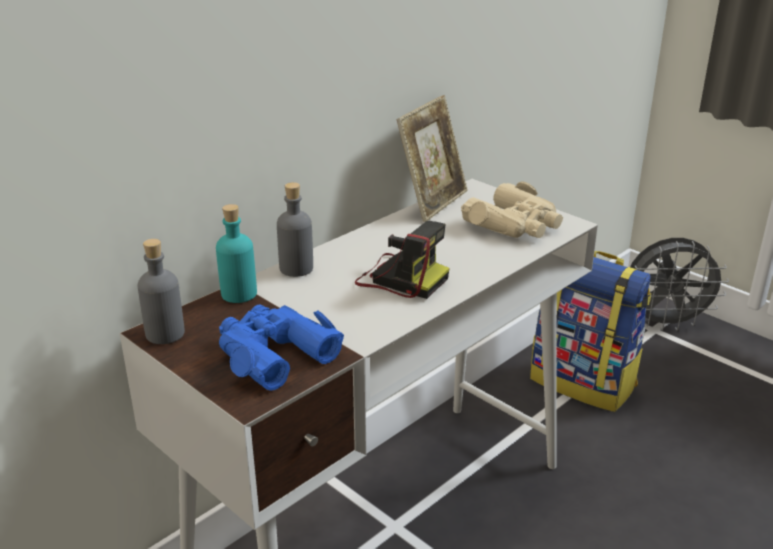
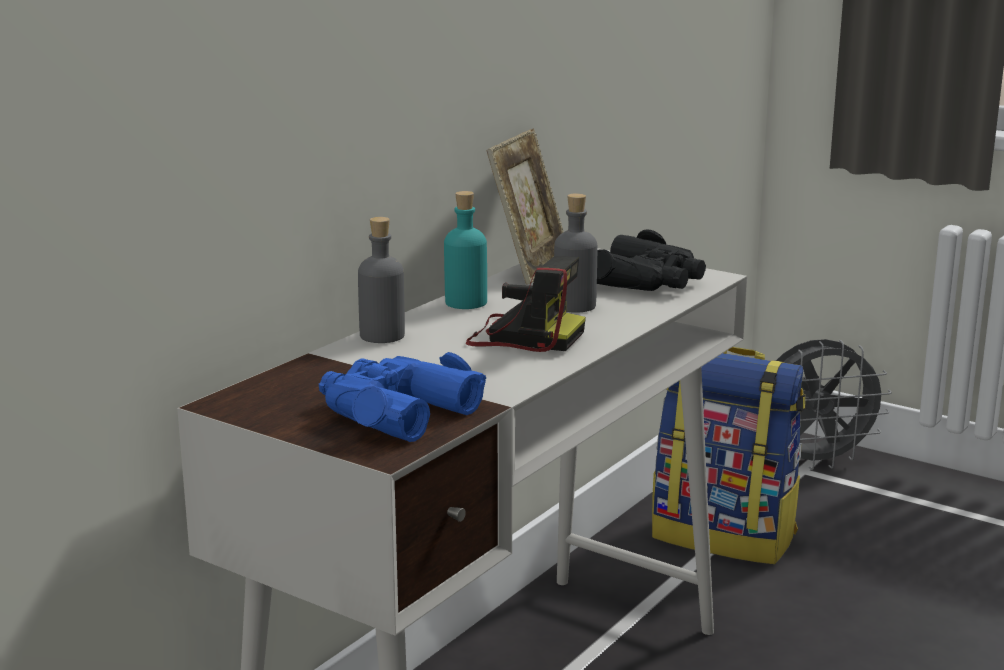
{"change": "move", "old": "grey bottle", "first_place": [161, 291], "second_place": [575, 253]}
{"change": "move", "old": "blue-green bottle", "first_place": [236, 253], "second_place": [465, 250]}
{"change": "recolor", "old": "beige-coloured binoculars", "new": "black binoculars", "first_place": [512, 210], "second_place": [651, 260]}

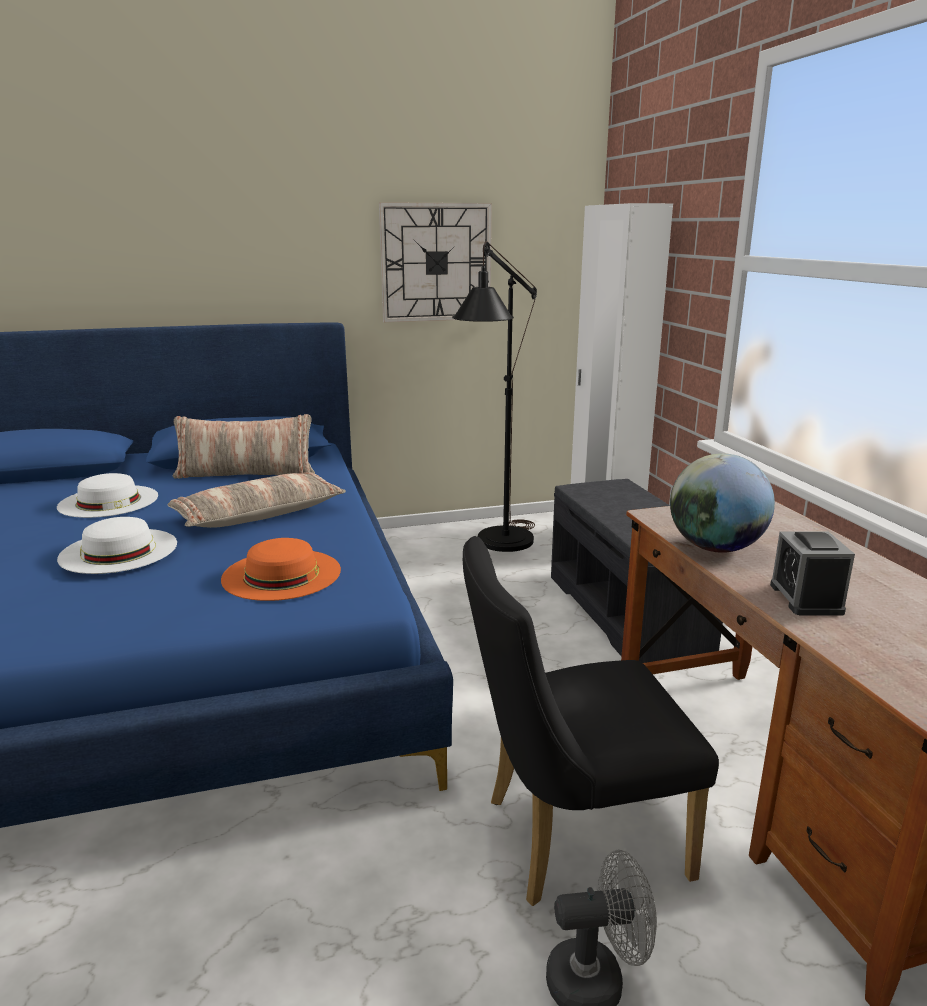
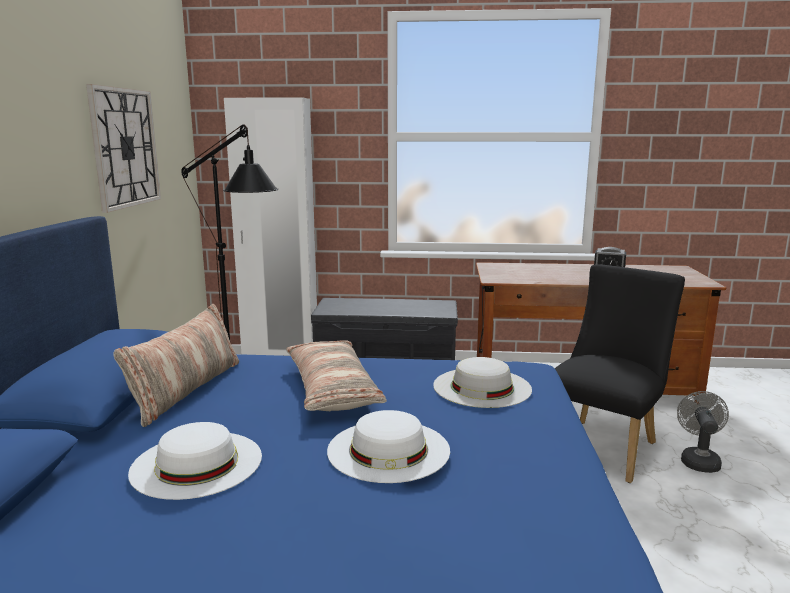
{"change": "recolor", "old": "orange wearable hat", "new": "white wearable hat", "first_place": [281, 569], "second_place": [482, 382]}
{"change": "rotate", "old": "black plain chair", "first_place": [591, 721], "second_place": [620, 374], "degrees": -150}
{"change": "delete", "old": "globe", "first_place": [722, 503]}

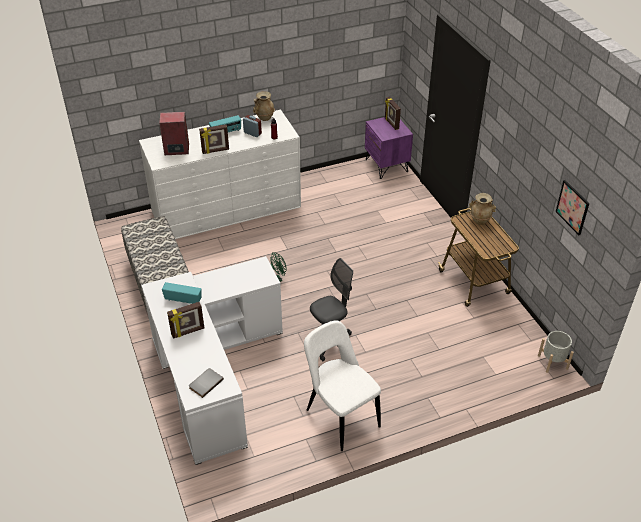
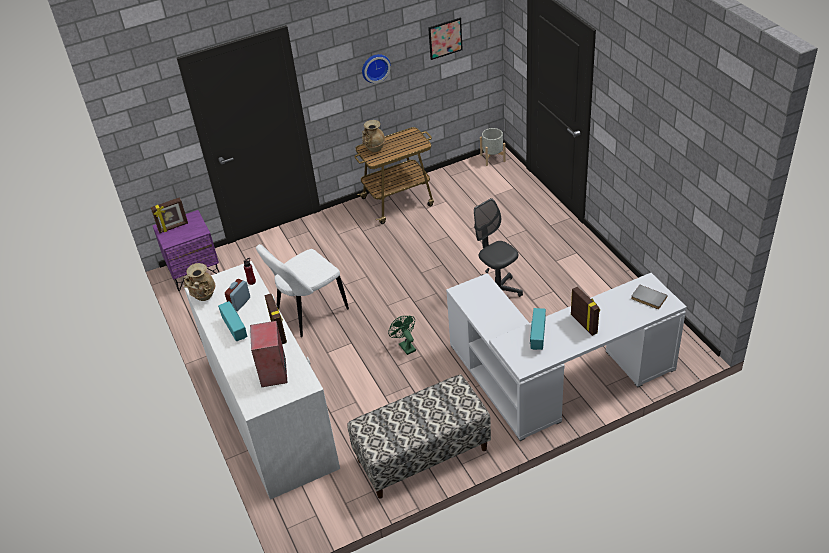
{"change": "move", "old": "white plain chair", "first_place": [342, 385], "second_place": [302, 290]}
{"change": "insert", "new": "wall clock", "second_place": [376, 68]}

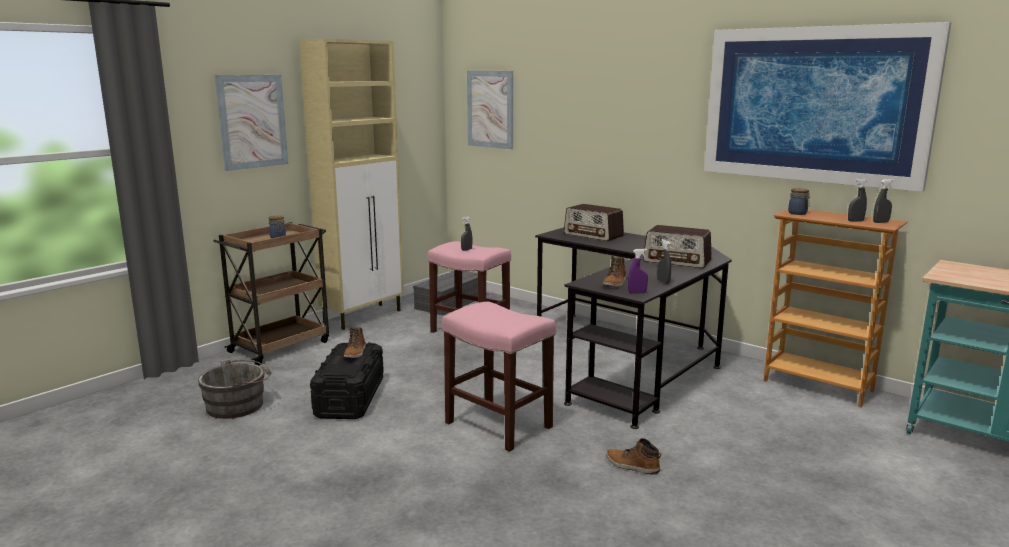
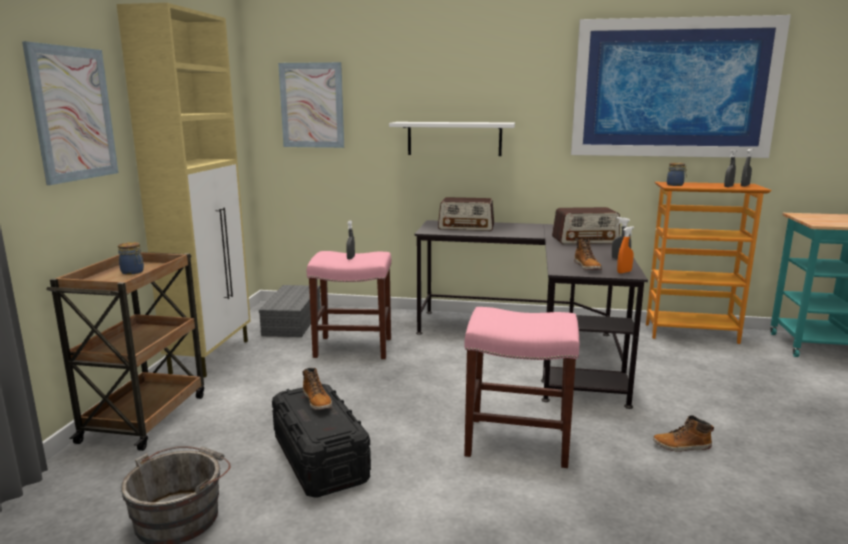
{"change": "recolor", "old": "purplish spray bottle", "new": "orange spray bottle", "first_place": [638, 271], "second_place": [625, 250]}
{"change": "insert", "new": "white wall shelf", "second_place": [452, 139]}

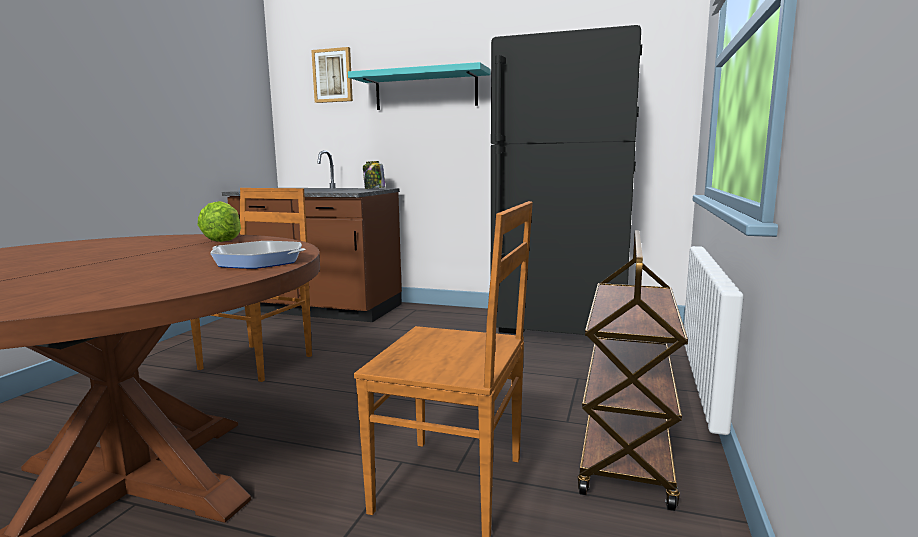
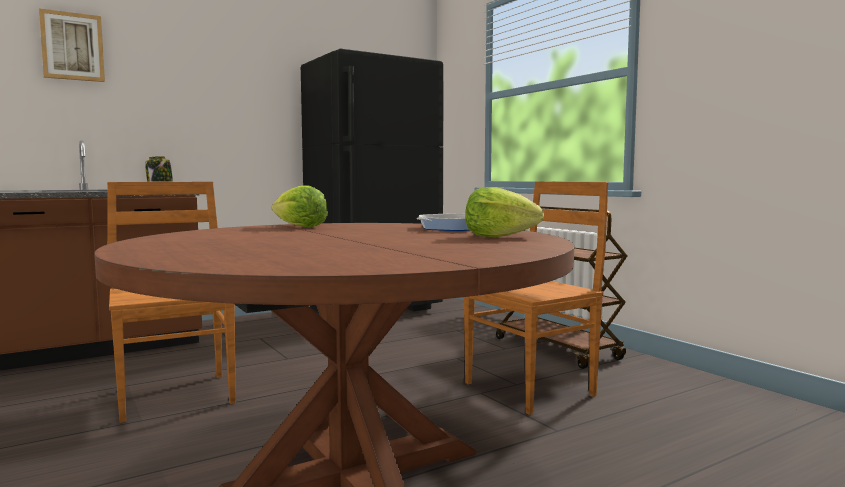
{"change": "delete", "old": "blue-green wall shelf", "first_place": [419, 86]}
{"change": "insert", "new": "lettuce head", "second_place": [504, 212]}

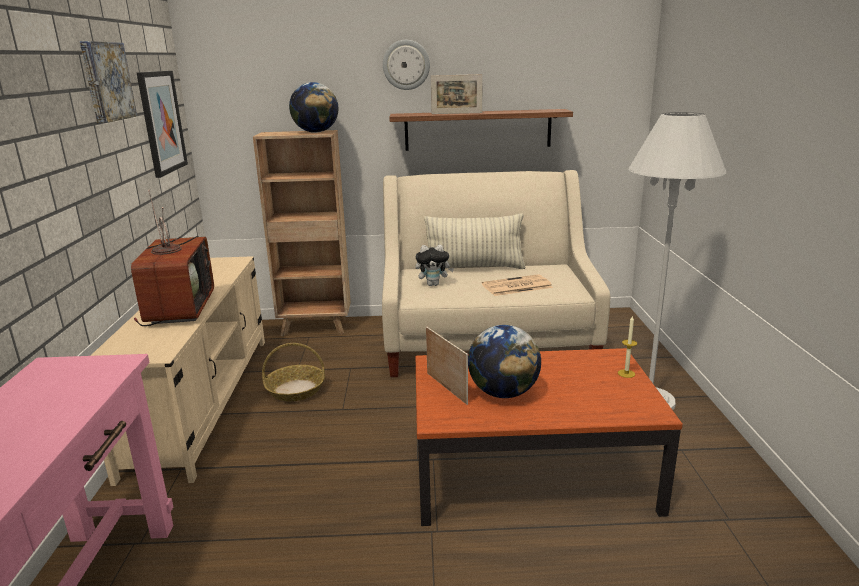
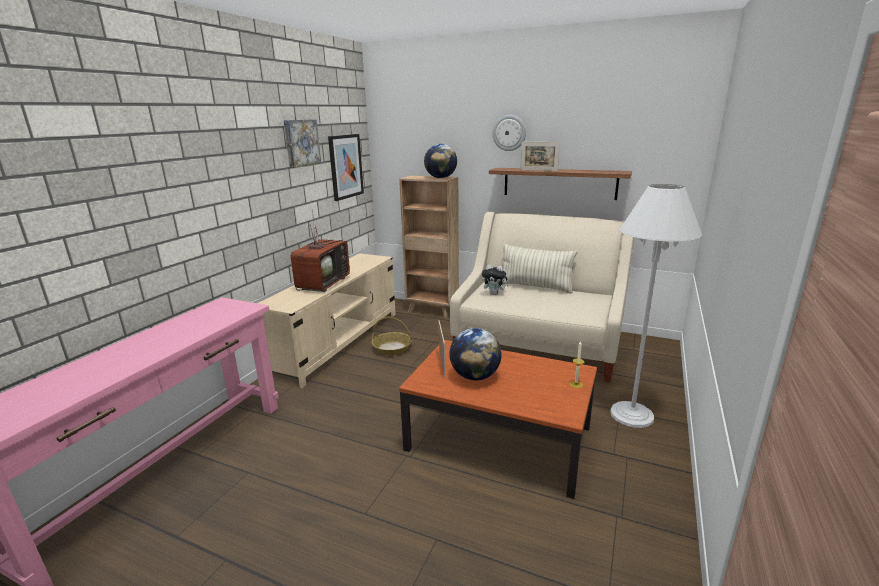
{"change": "delete", "old": "daily paper", "first_place": [517, 285]}

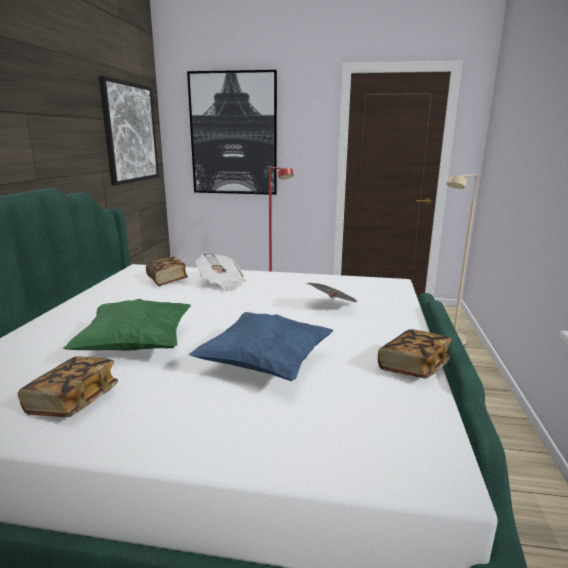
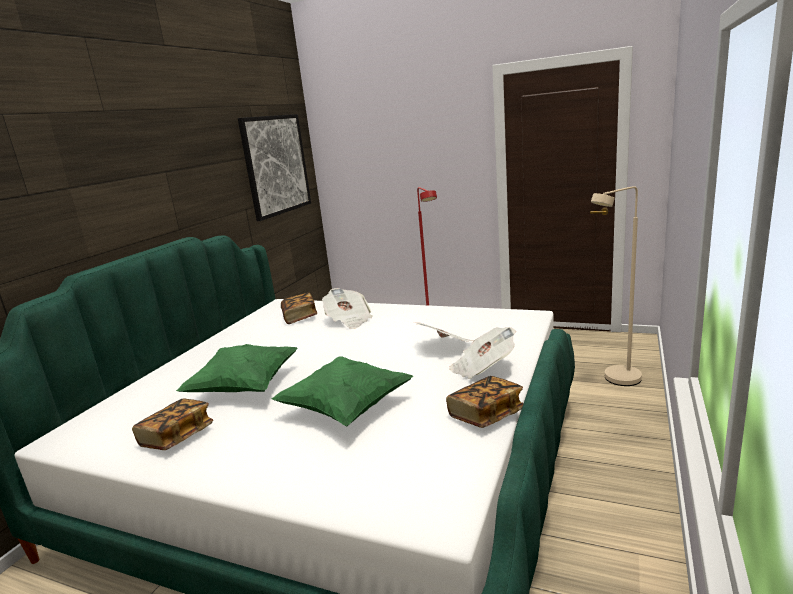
{"change": "delete", "old": "wall art", "first_place": [232, 132]}
{"change": "recolor", "old": "blue pillow", "new": "green-coloured pillow", "first_place": [261, 346], "second_place": [342, 391]}
{"change": "insert", "new": "daily paper", "second_place": [482, 353]}

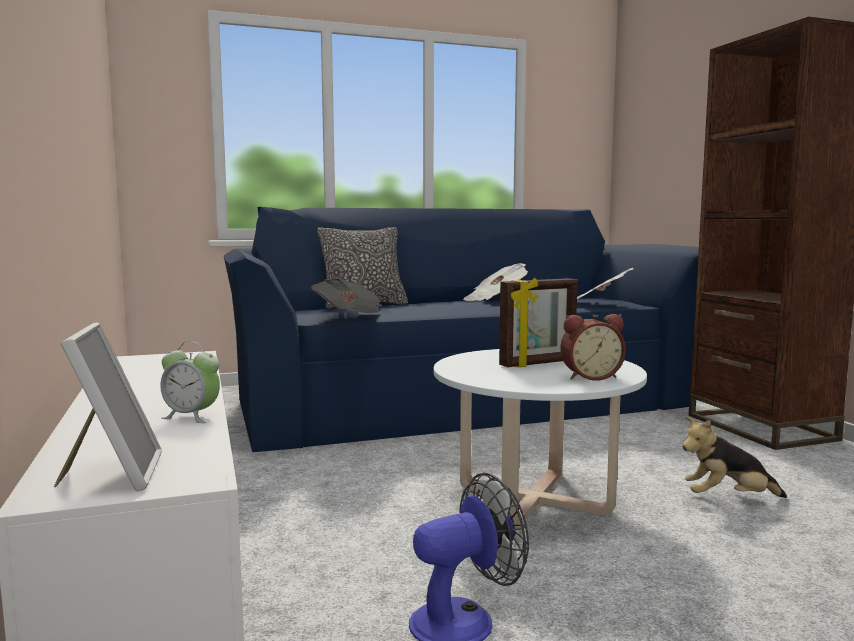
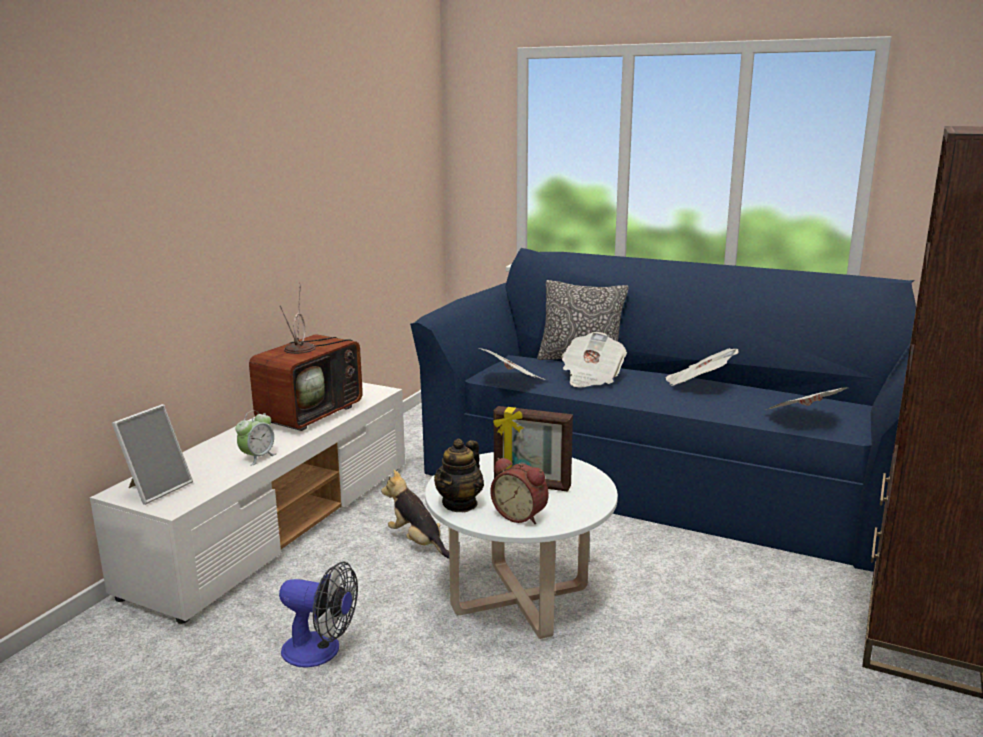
{"change": "rotate", "old": "alarm clock", "first_place": [190, 382], "second_place": [256, 438], "degrees": -120}
{"change": "move", "old": "plush toy", "first_place": [734, 457], "second_place": [415, 514]}
{"change": "insert", "new": "TV", "second_place": [306, 356]}
{"change": "insert", "new": "tea pot", "second_place": [459, 475]}
{"change": "insert", "new": "daily paper", "second_place": [594, 359]}

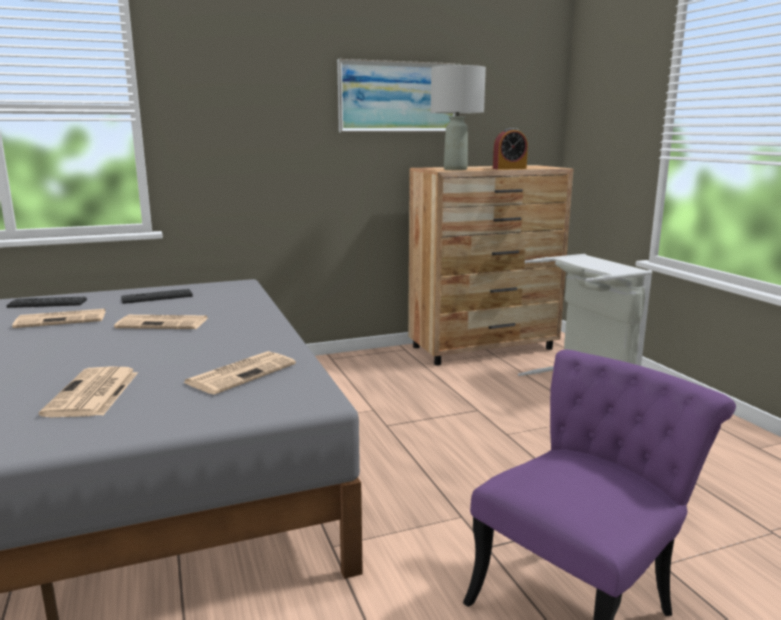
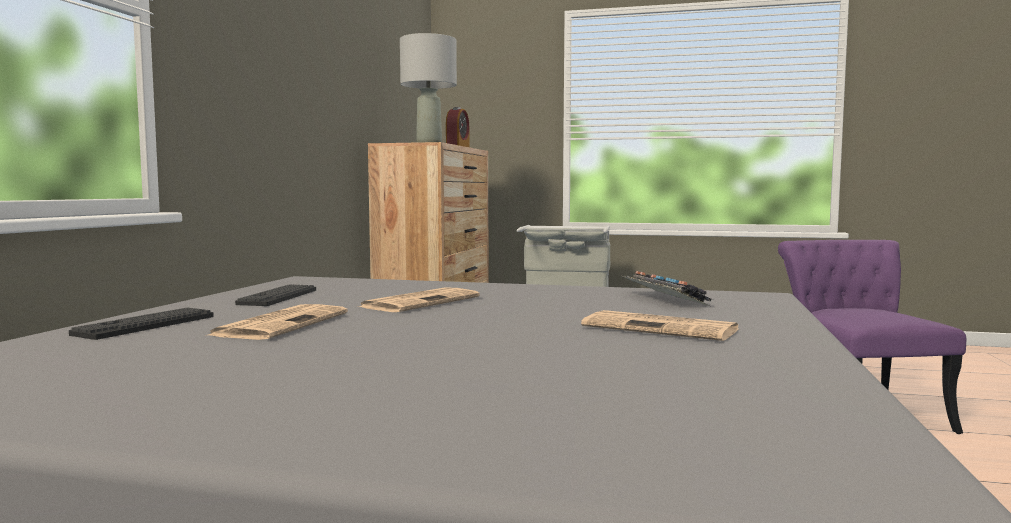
{"change": "replace", "old": "daily paper", "new": "PC keyboard", "first_place": [239, 373], "second_place": [667, 289]}
{"change": "delete", "old": "wall art", "first_place": [397, 96]}

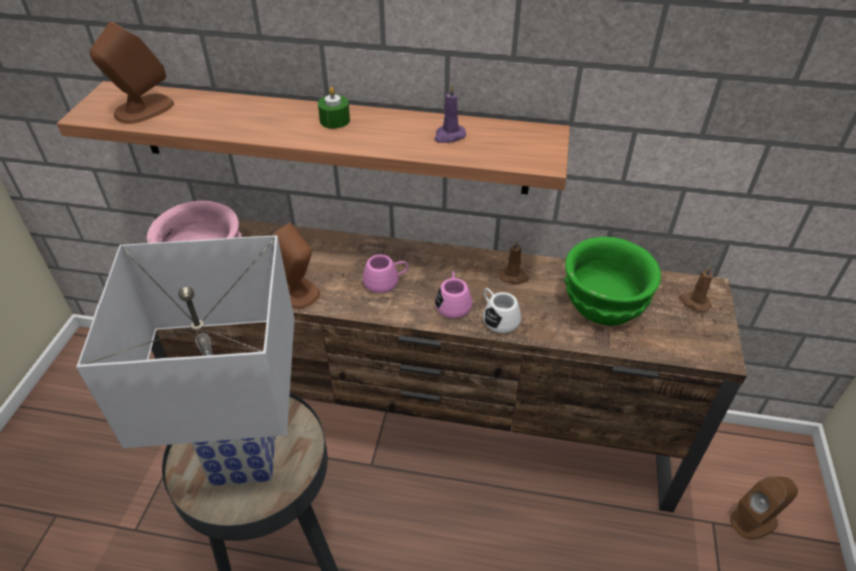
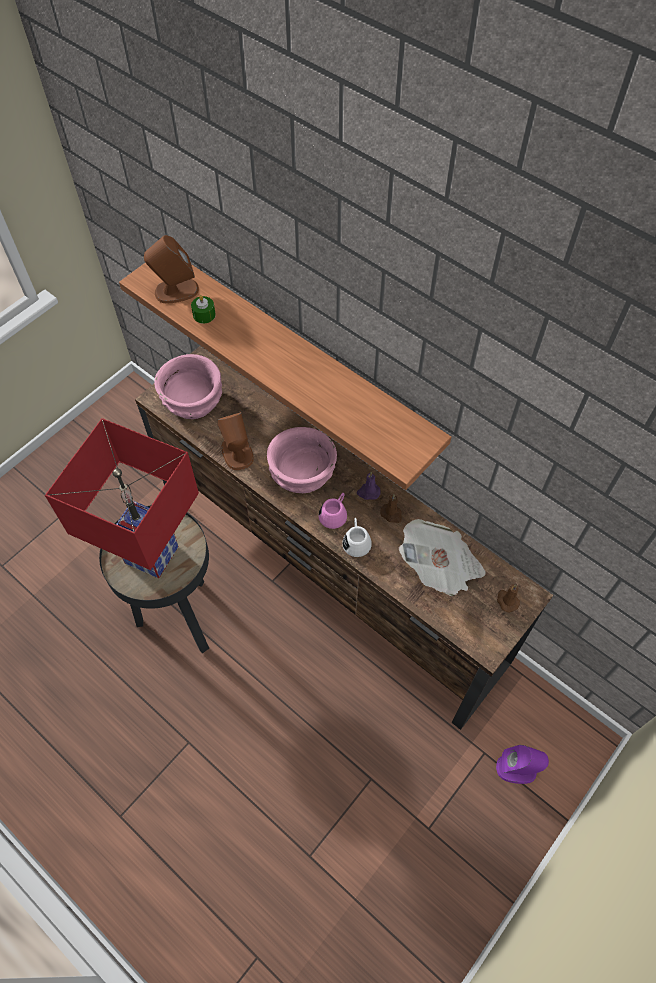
{"change": "recolor", "old": "white lamp for a table", "new": "red lamp for a table", "first_place": [185, 360], "second_place": [122, 498]}
{"change": "move", "old": "green-coloured candle", "first_place": [334, 108], "second_place": [203, 309]}
{"change": "replace", "old": "pink-coloured mug", "new": "pink-coloured bowl", "first_place": [385, 273], "second_place": [302, 460]}
{"change": "move", "old": "purplish candle", "first_place": [450, 113], "second_place": [369, 486]}
{"change": "replace", "old": "green-coloured bowl", "new": "daily paper", "first_place": [612, 281], "second_place": [442, 557]}
{"change": "recolor", "old": "brown audio speaker", "new": "purplish audio speaker", "first_place": [764, 508], "second_place": [522, 764]}

